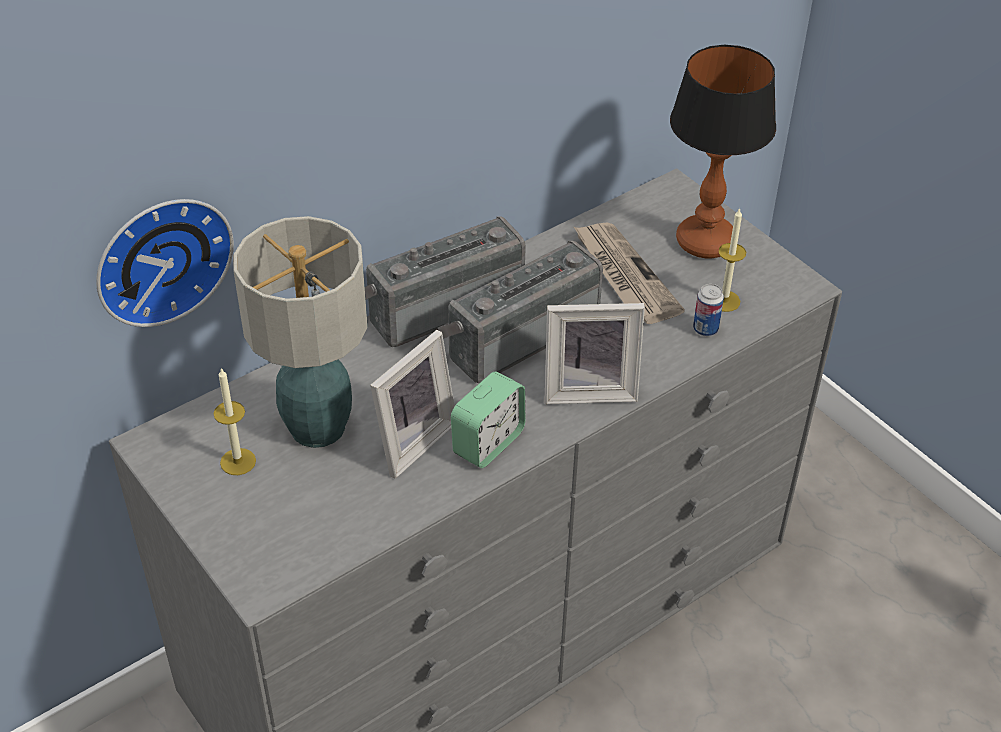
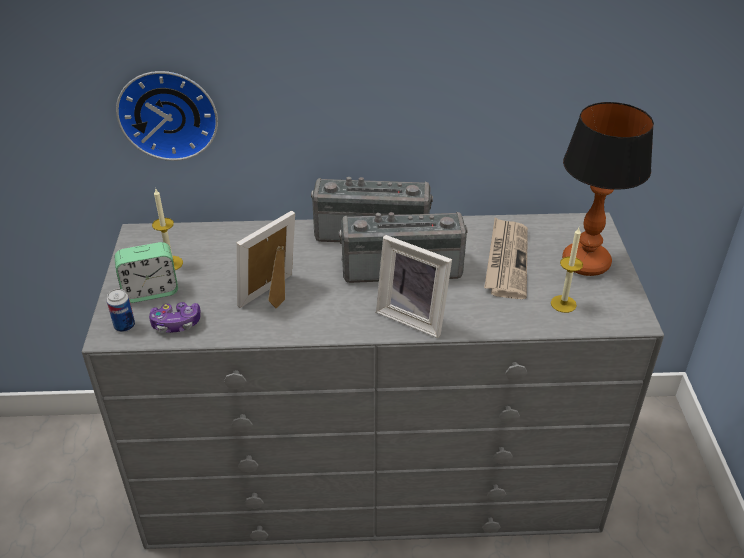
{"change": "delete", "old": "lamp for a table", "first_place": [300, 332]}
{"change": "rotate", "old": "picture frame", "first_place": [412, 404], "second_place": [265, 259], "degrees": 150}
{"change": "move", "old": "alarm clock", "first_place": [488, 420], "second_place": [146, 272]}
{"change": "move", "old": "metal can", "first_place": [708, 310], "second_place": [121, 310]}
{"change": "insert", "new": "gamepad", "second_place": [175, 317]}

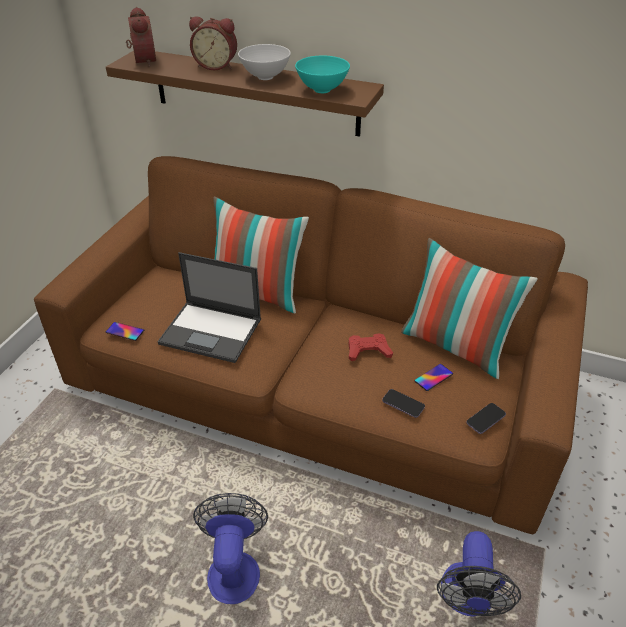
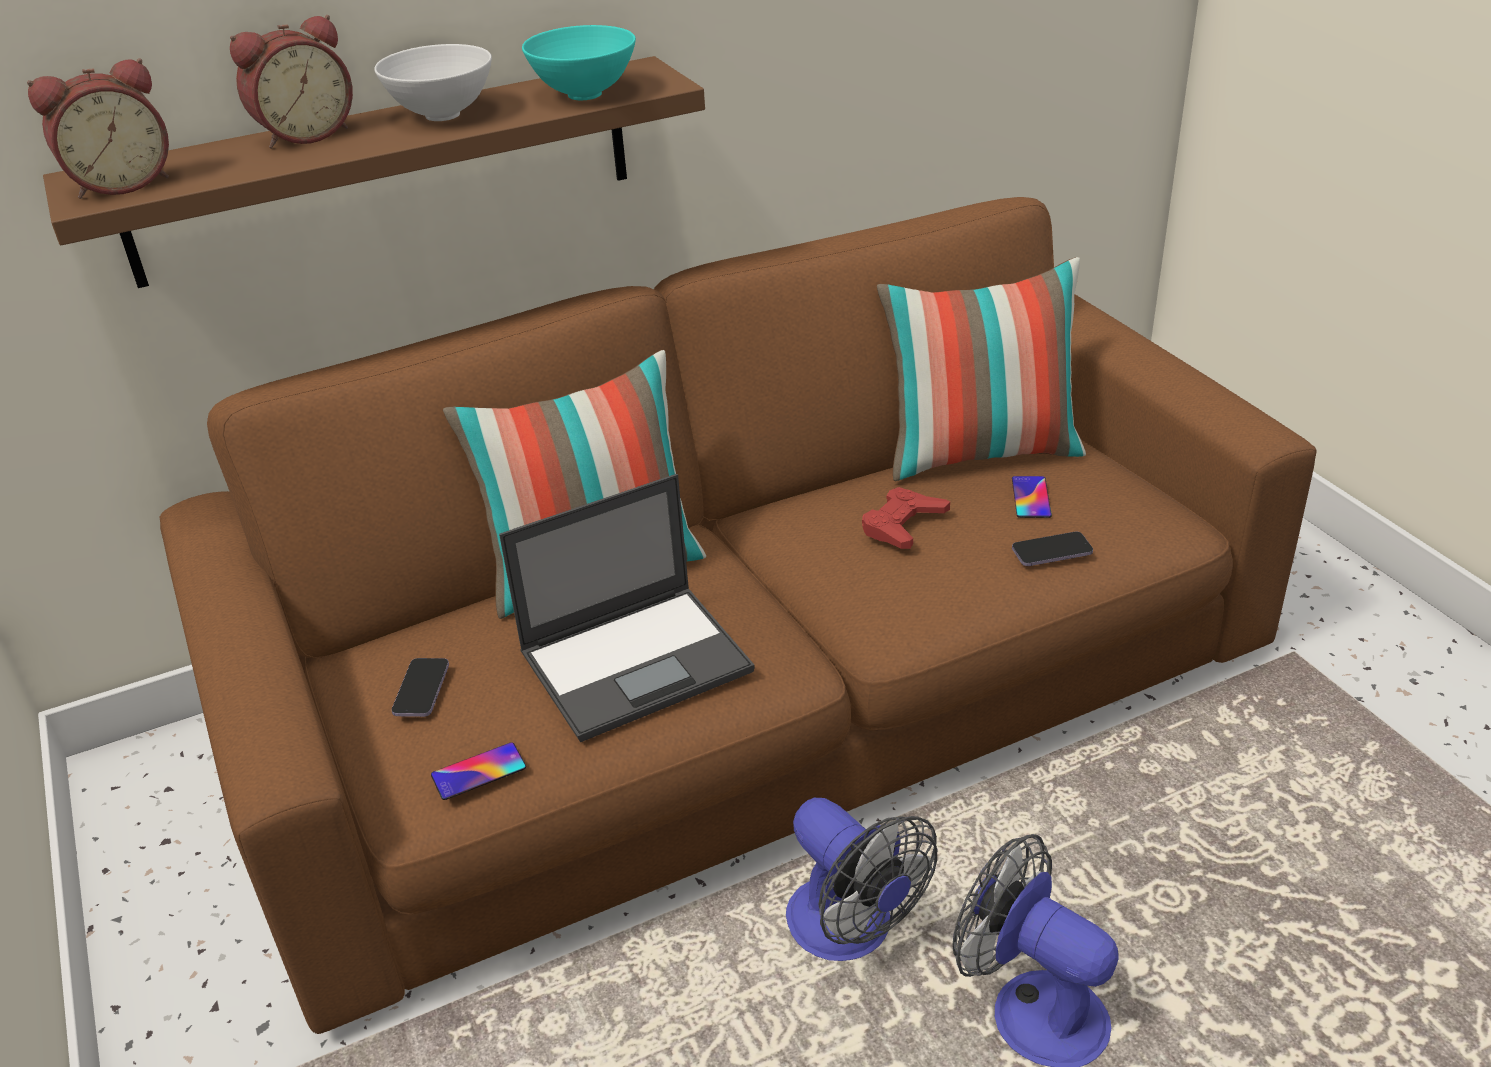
{"change": "rotate", "old": "alarm clock", "first_place": [141, 37], "second_place": [98, 128], "degrees": 120}
{"change": "move", "old": "cooling fan", "first_place": [479, 574], "second_place": [862, 879]}
{"change": "move", "old": "phone", "first_place": [486, 418], "second_place": [420, 687]}

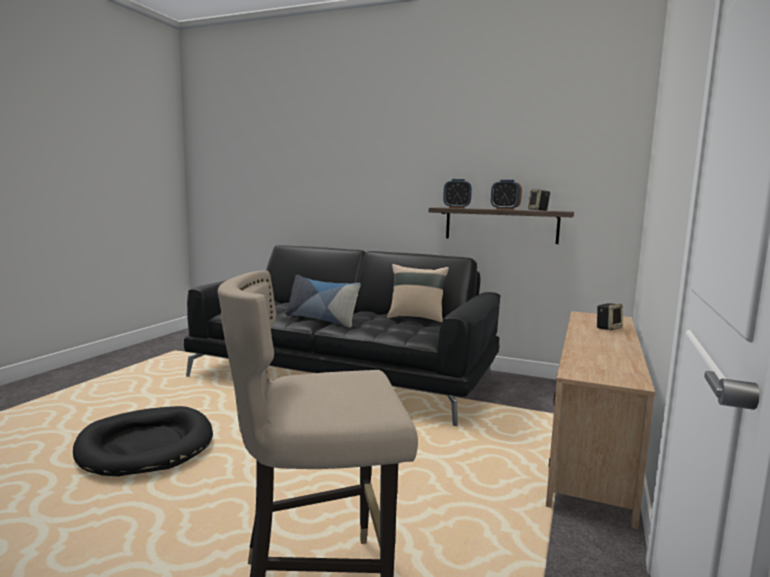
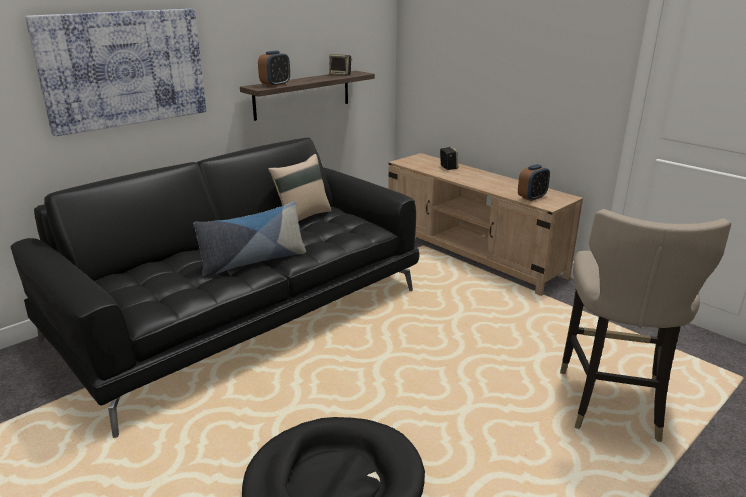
{"change": "move", "old": "alarm clock", "first_place": [506, 195], "second_place": [534, 182]}
{"change": "insert", "new": "wall art", "second_place": [116, 72]}

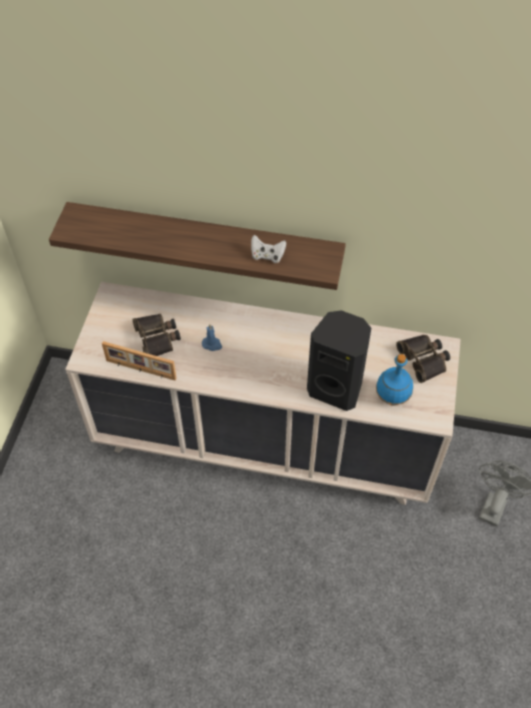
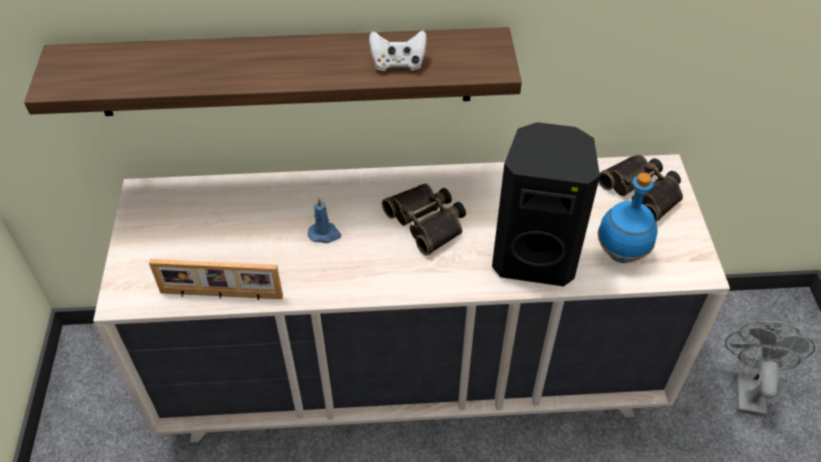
{"change": "move", "old": "binoculars", "first_place": [156, 335], "second_place": [424, 220]}

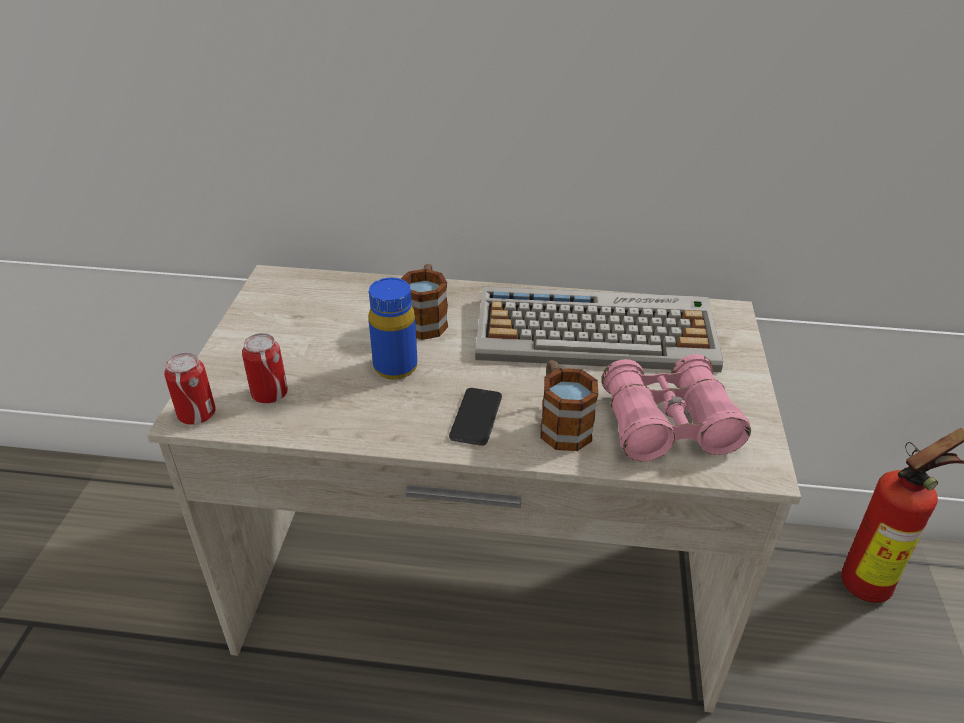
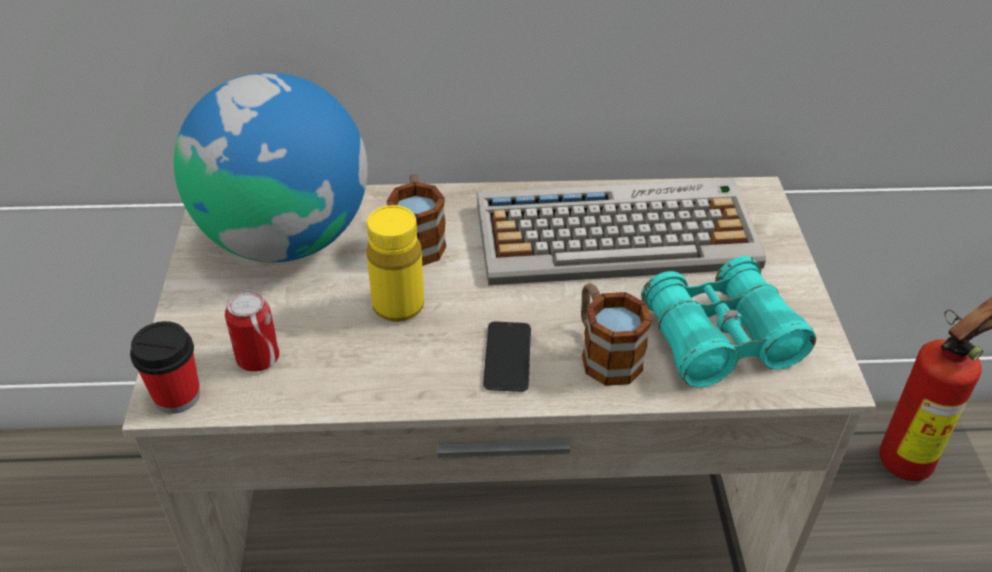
{"change": "replace", "old": "metal can", "new": "small cup", "first_place": [190, 389], "second_place": [165, 367]}
{"change": "recolor", "old": "blue bottle", "new": "yellow bottle", "first_place": [392, 329], "second_place": [395, 263]}
{"change": "recolor", "old": "pink-coloured binoculars", "new": "blue-green binoculars", "first_place": [676, 407], "second_place": [728, 322]}
{"change": "insert", "new": "globe", "second_place": [271, 167]}

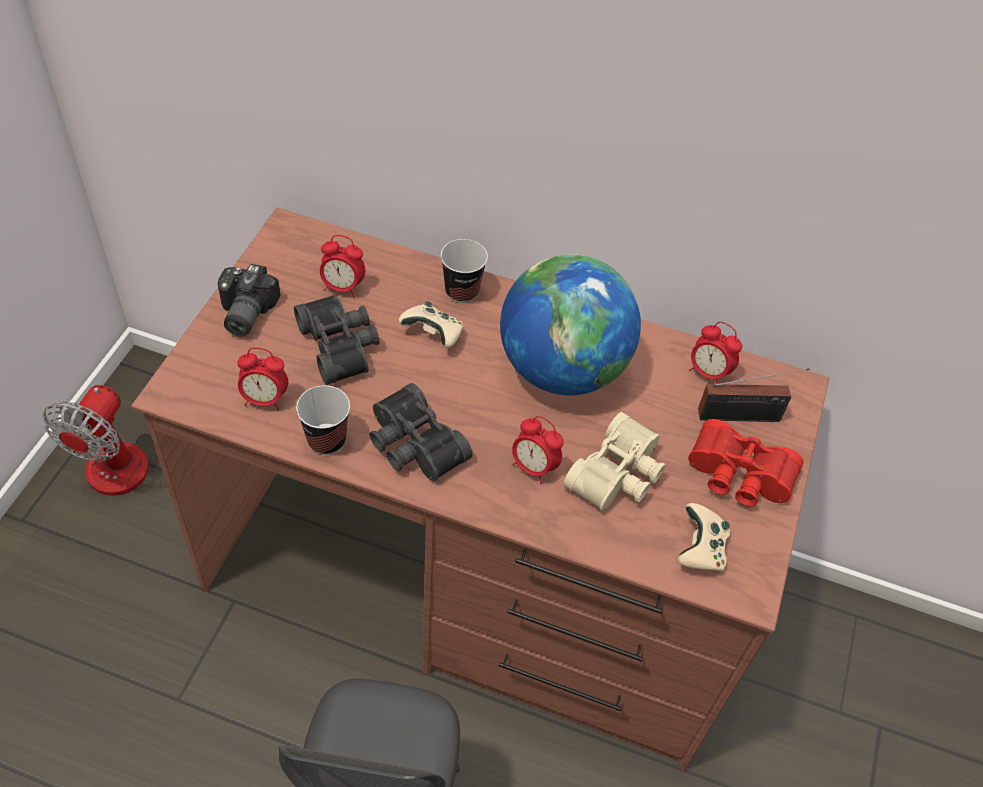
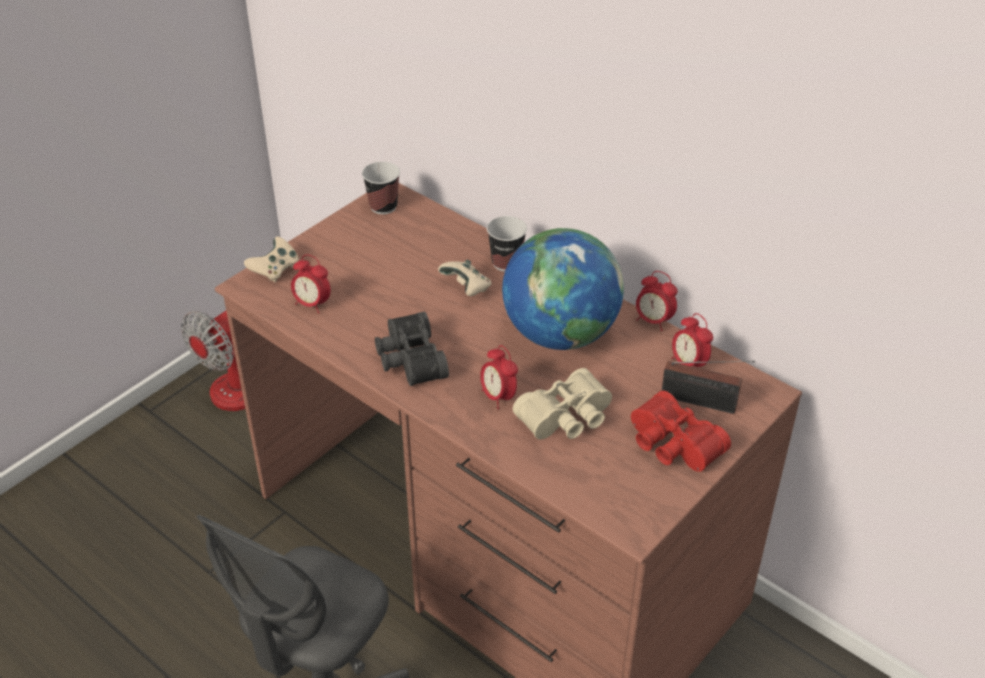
{"change": "delete", "old": "still camera", "first_place": [249, 300]}
{"change": "delete", "old": "black binoculars", "first_place": [337, 340]}
{"change": "move", "old": "small cup", "first_place": [323, 420], "second_place": [381, 188]}
{"change": "move", "old": "alarm clock", "first_place": [342, 266], "second_place": [657, 301]}
{"change": "move", "old": "beige-coloured gamepad", "first_place": [704, 537], "second_place": [271, 259]}

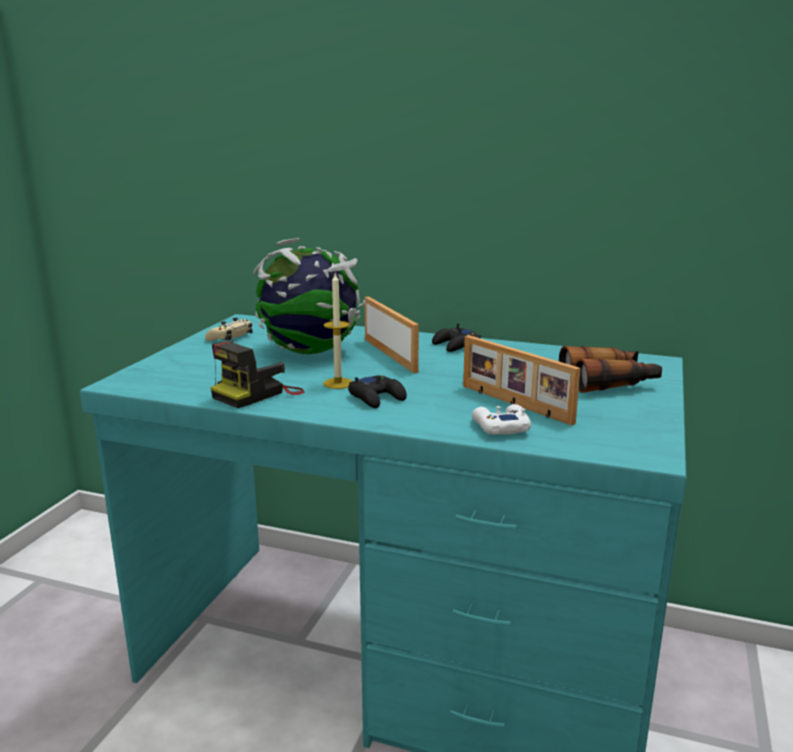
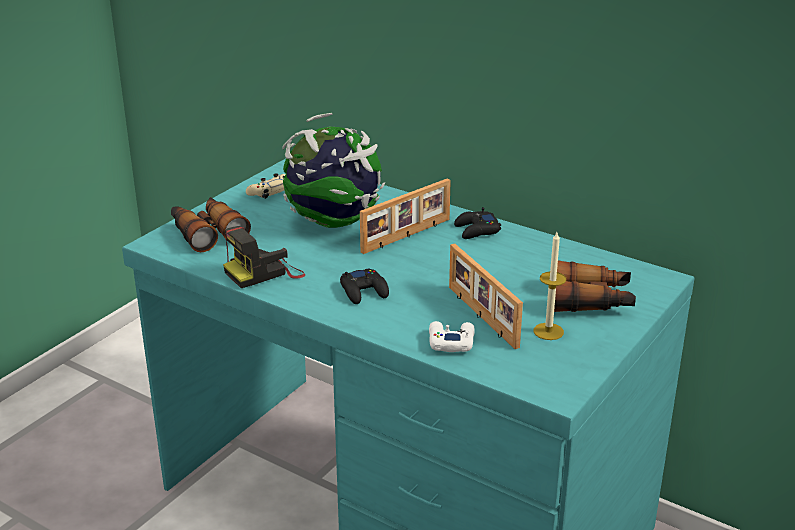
{"change": "move", "old": "candle", "first_place": [337, 331], "second_place": [549, 286]}
{"change": "rotate", "old": "picture frame", "first_place": [391, 334], "second_place": [405, 216], "degrees": 60}
{"change": "insert", "new": "binoculars", "second_place": [211, 224]}

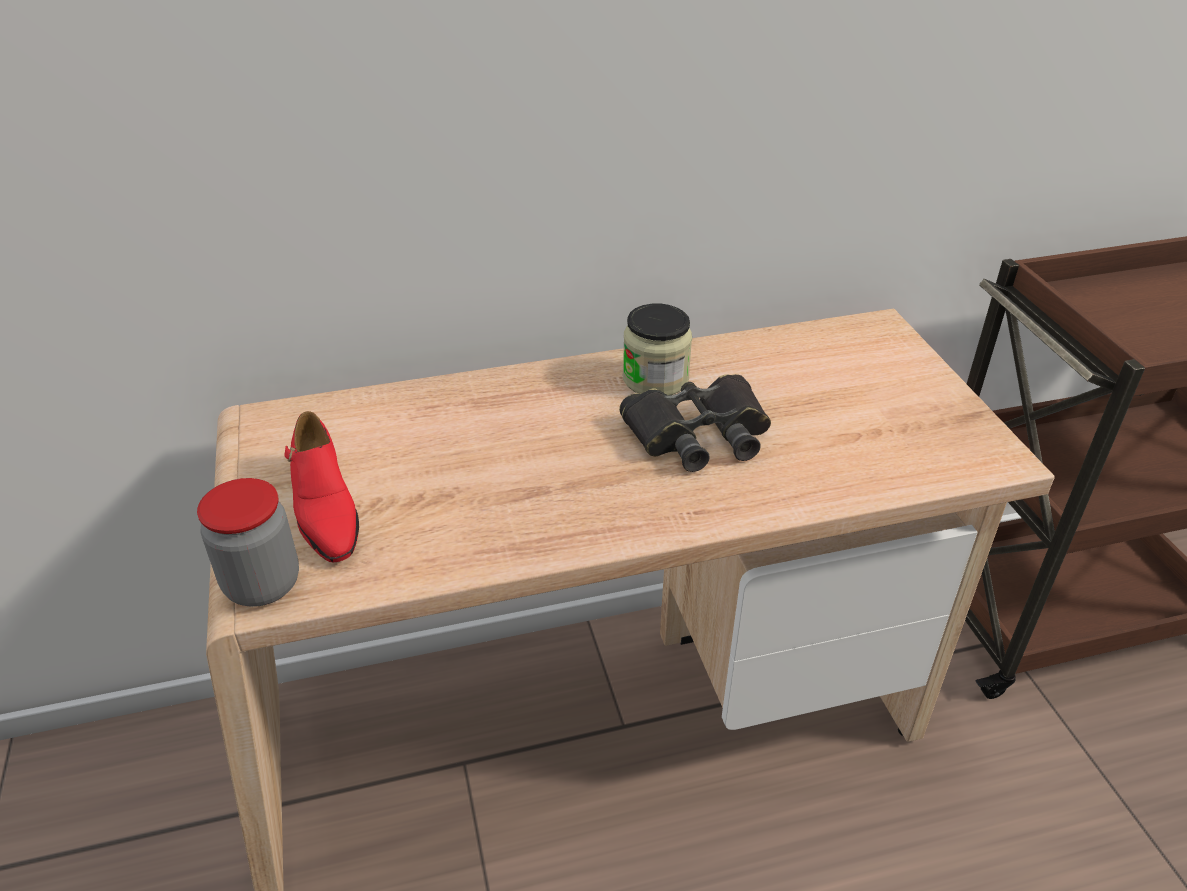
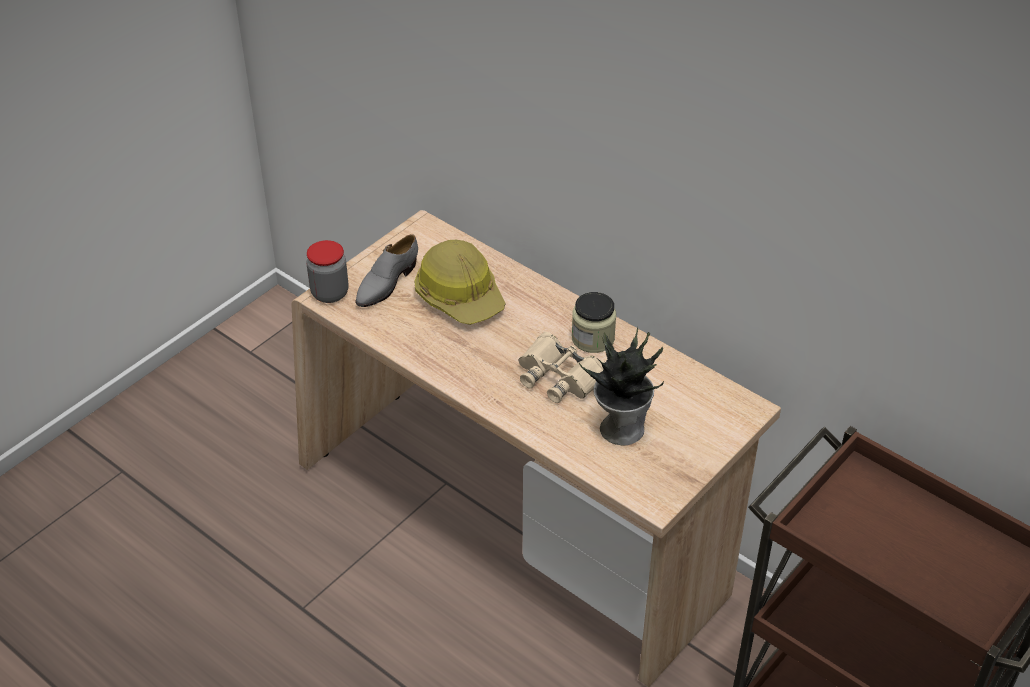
{"change": "recolor", "old": "red shoe", "new": "grey shoe", "first_place": [321, 486], "second_place": [386, 270]}
{"change": "recolor", "old": "black binoculars", "new": "beige-coloured binoculars", "first_place": [695, 423], "second_place": [561, 367]}
{"change": "insert", "new": "hard hat", "second_place": [460, 282]}
{"change": "insert", "new": "potted plant", "second_place": [621, 386]}

